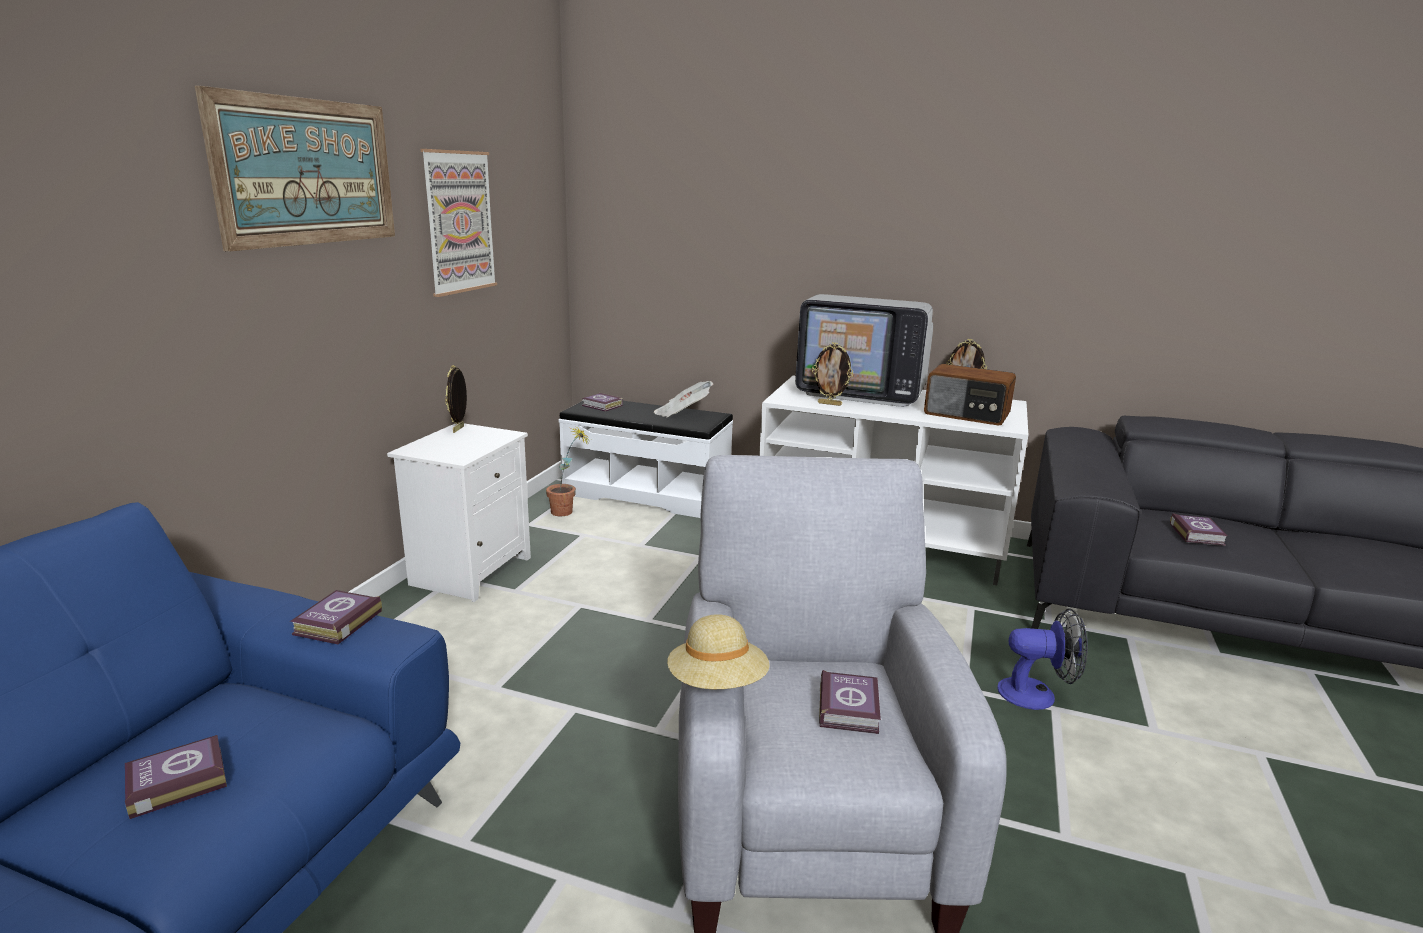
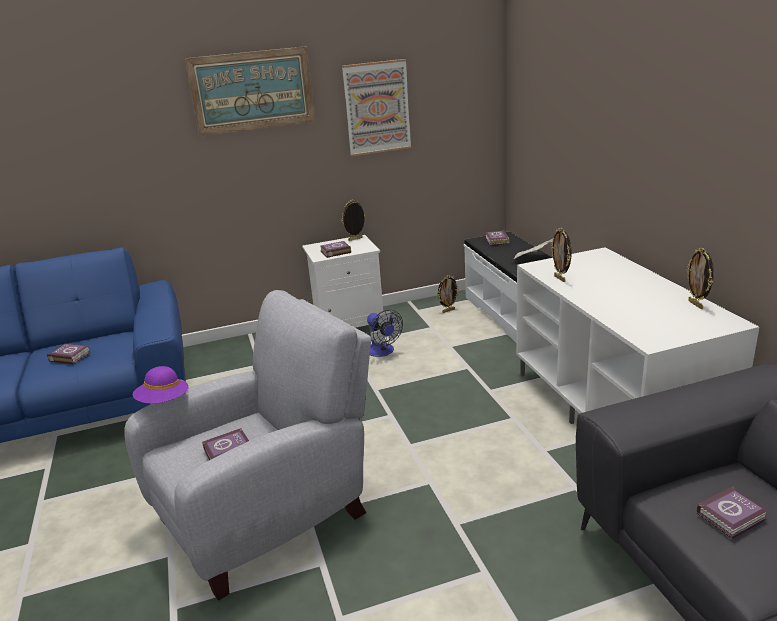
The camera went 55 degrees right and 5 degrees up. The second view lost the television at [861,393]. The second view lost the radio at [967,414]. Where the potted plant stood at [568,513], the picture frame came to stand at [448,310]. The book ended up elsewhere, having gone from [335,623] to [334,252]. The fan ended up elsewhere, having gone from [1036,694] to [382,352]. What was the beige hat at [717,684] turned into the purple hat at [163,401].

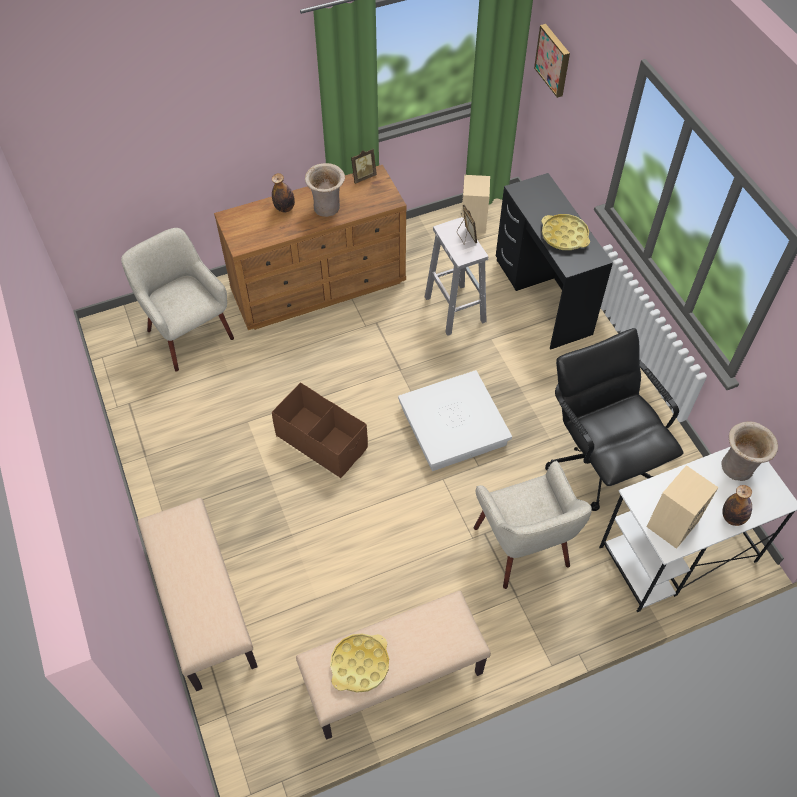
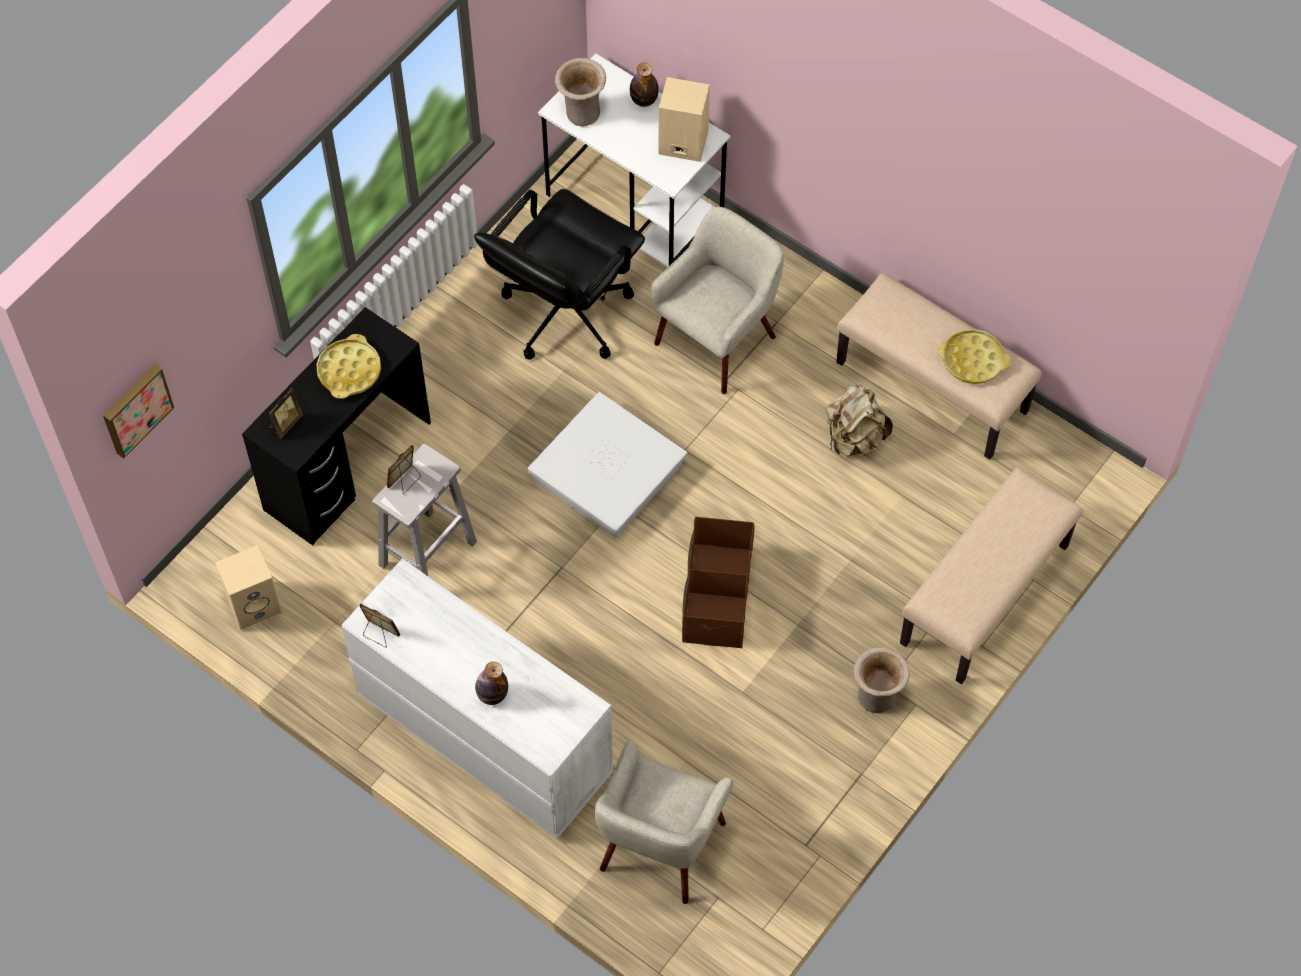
The camera went 120 degrees left and 5 degrees up. The beige vase ended up elsewhere, having gone from [327,208] to [876,695]. What was the brown dresser at [320,286] turned into the white dresser at [483,733]. The second view gained the beige backpack at [854,438]. The second view gained the picture frame at [285,423].

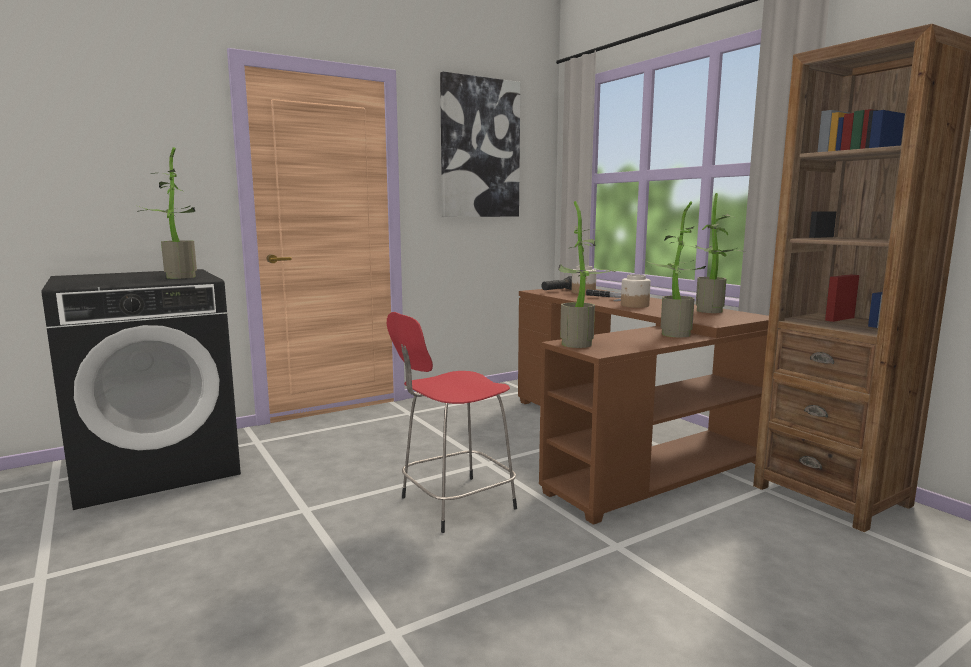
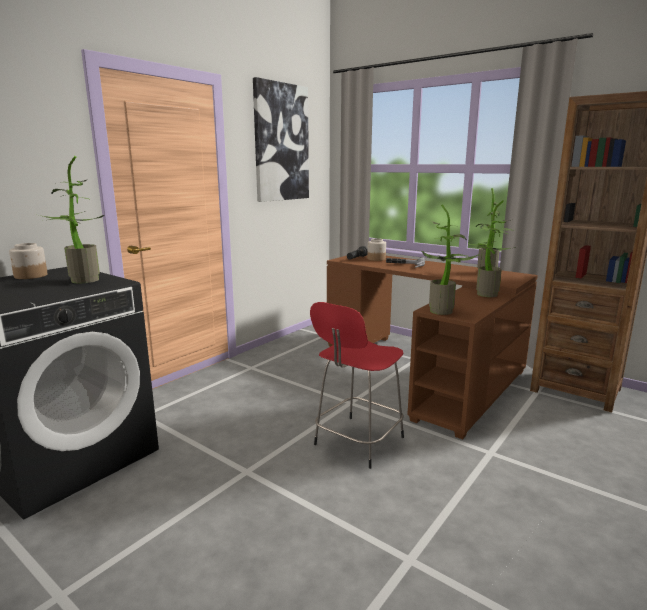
The camera went 20 degrees left and 5 degrees up. The jar ended up elsewhere, having gone from [634,305] to [30,276].

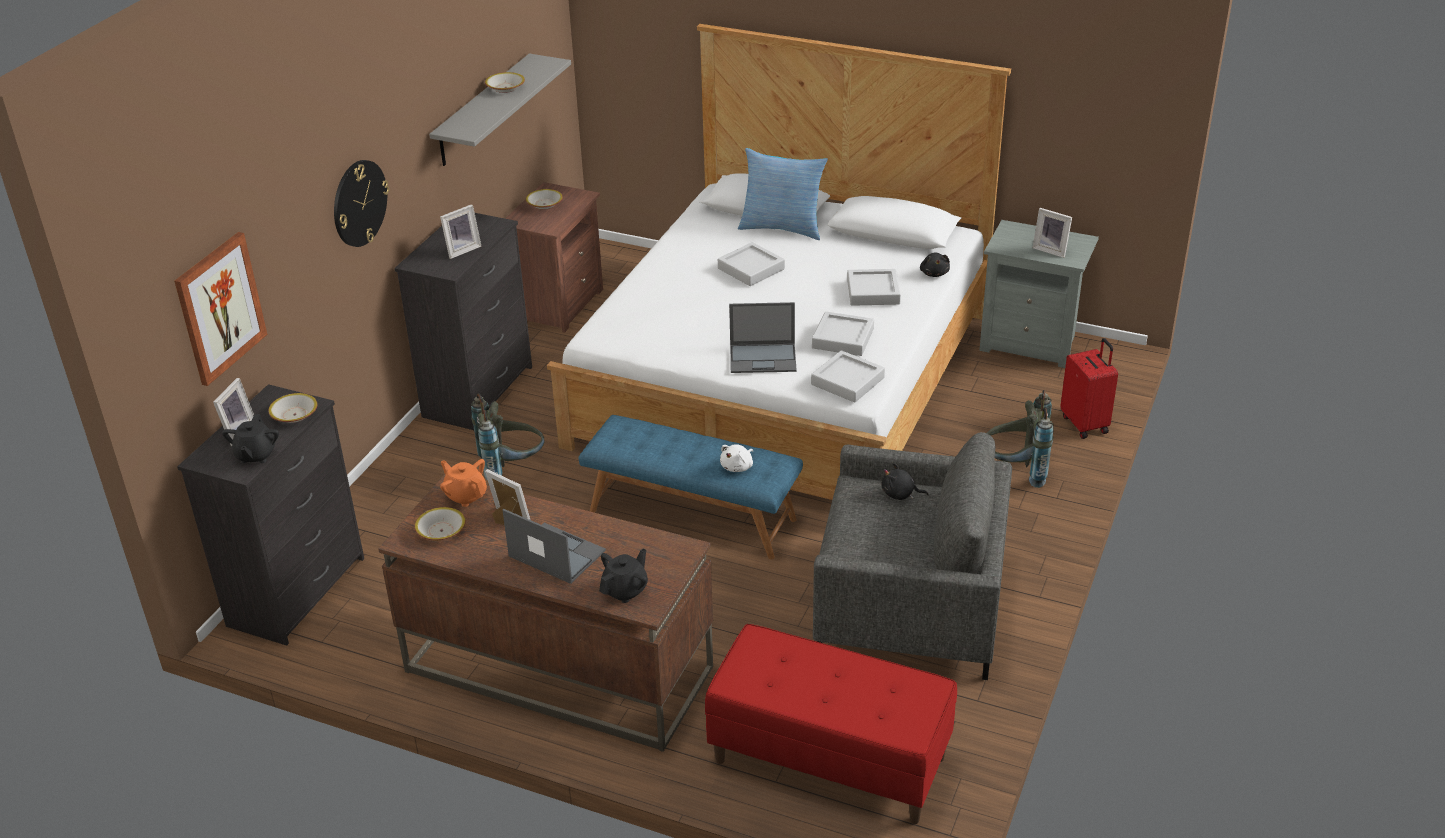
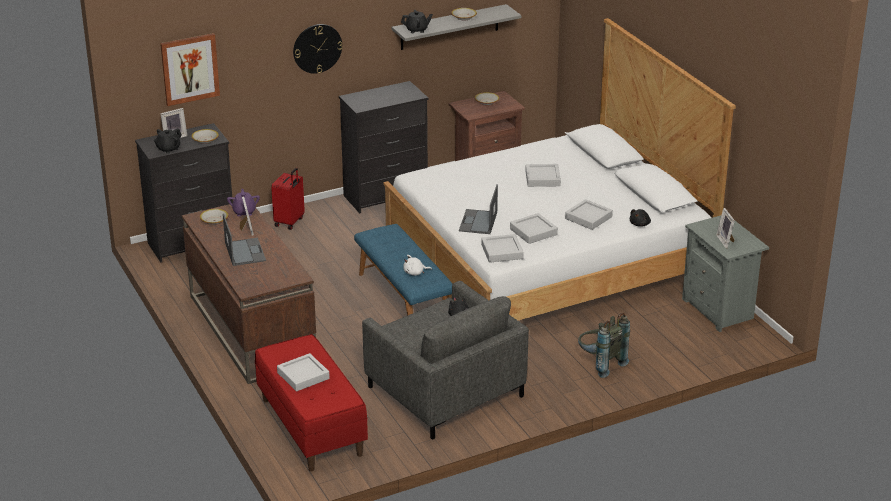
The camera went 40 degrees right and 5 degrees down. The second view lost the pillow at [782,227]. The second view lost the picture frame at [461,250]. The laptop at [763,358] ended up facing another way, 60 degrees clockwise from before. The red suitcase ended up elsewhere, having gone from [1085,424] to [290,222]. The second view lost the grey backpack at [512,471]. What was the orange teapot at [466,495] turned into the purple teapot at [244,212]. The black teapot ended up elsewhere, having gone from [625,590] to [417,30]. The second view gained the grey tray at [303,376].

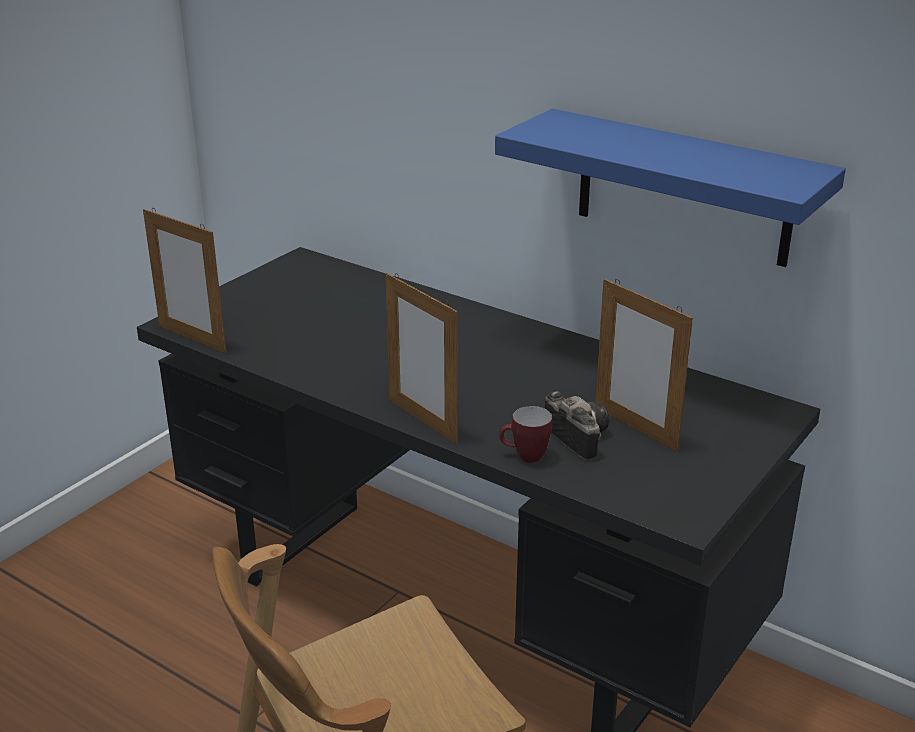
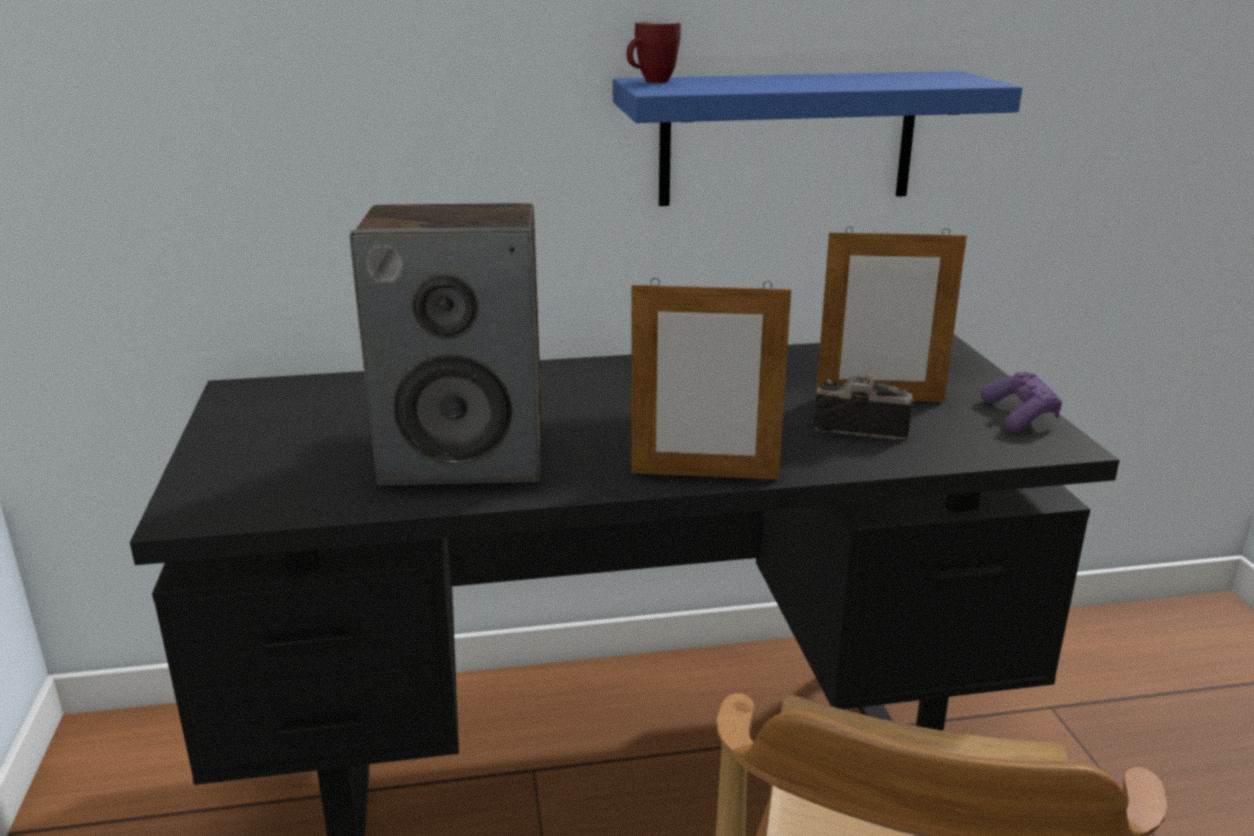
The camera went 45 degrees left and 5 degrees down. The second view lost the picture frame at [192,338]. The mug ended up elsewhere, having gone from [524,457] to [652,82]. The second view gained the speaker at [465,457]. The second view gained the purple game controller at [1019,416].

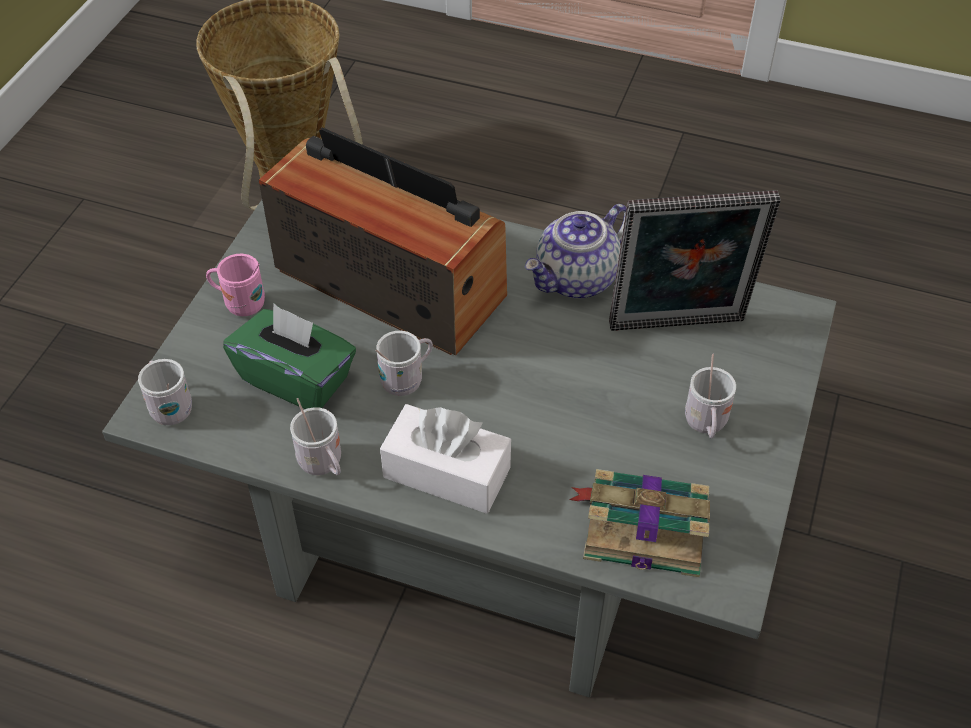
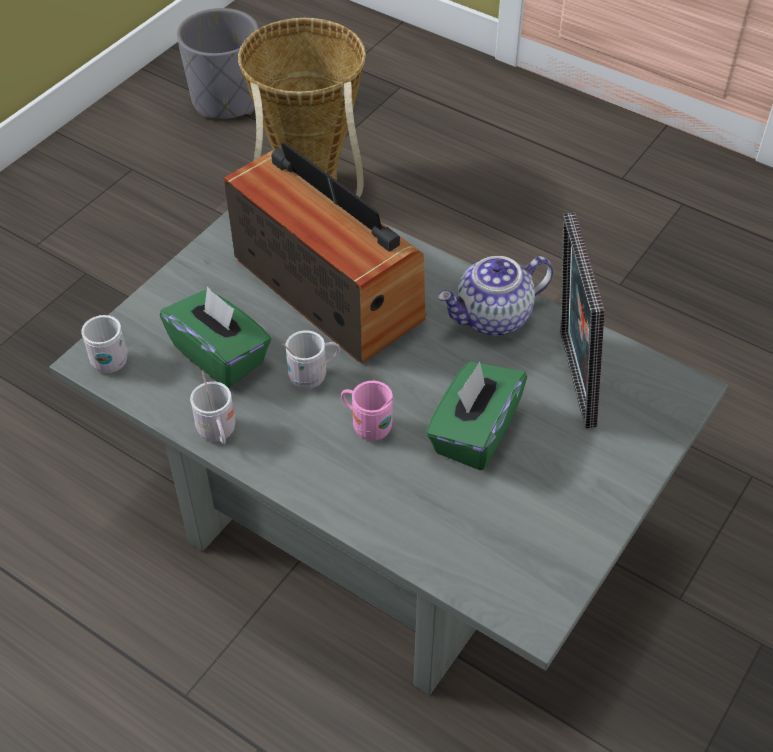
The camera went 15 degrees right and 0 degrees up. The picture frame at [678,328] ended up facing another way, 75 degrees clockwise from before. The pink mug ended up elsewhere, having gone from [239,303] to [367,425]. The second view lost the white mug at [705,426]. The second view lost the white tissue box at [446,472]. The second view lost the book at [641,526]. The second view gained the grey planter at [226,100]. The second view gained the green tissue box at [473,433].

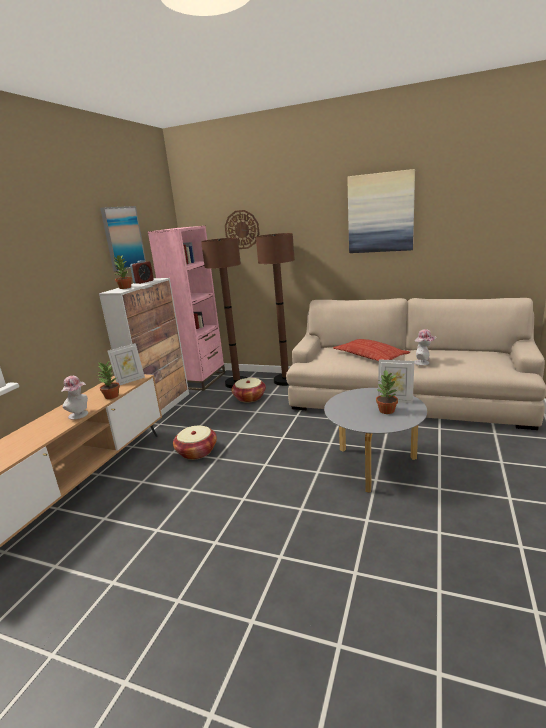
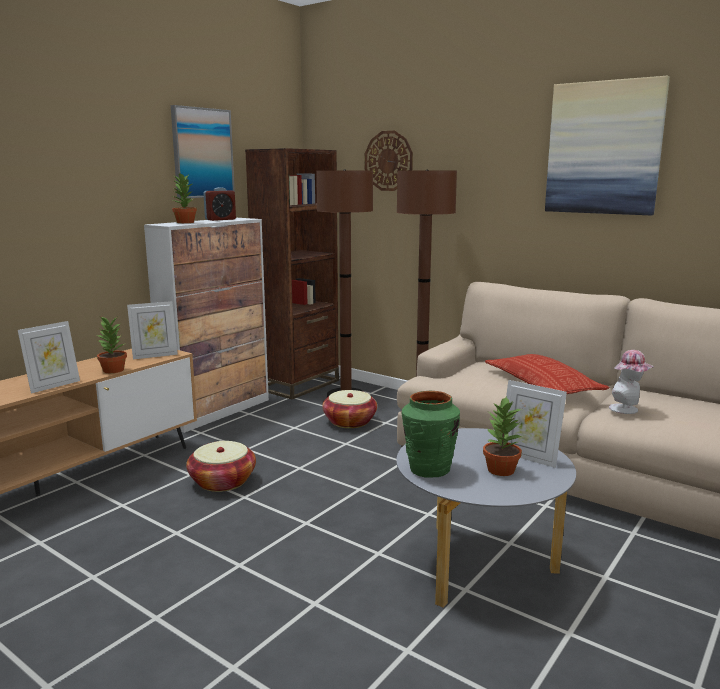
The camera went 15 degrees right and 5 degrees down. What was the pink bookcase at [201,380] turned into the brown bookcase at [298,385]. Where the hat stood at [80,415], the picture frame came to stand at [53,386]. The second view gained the green vase at [429,469].

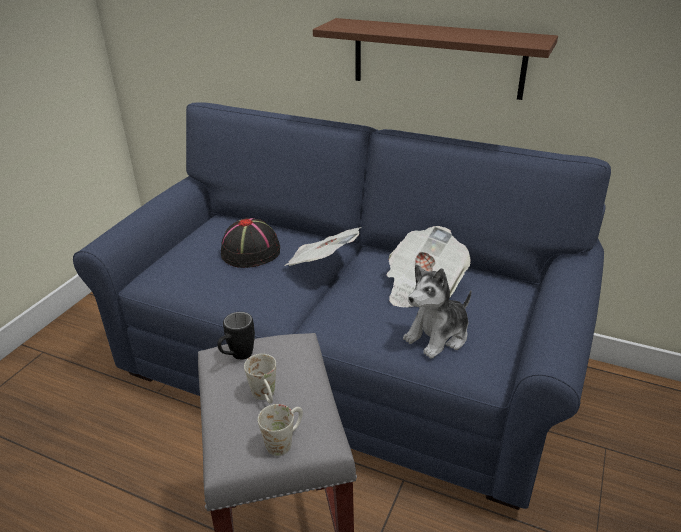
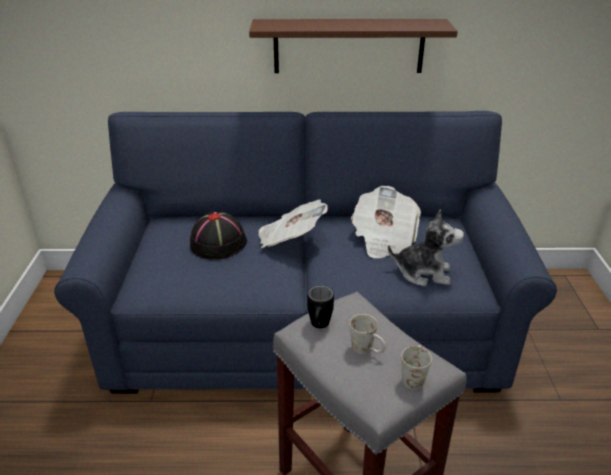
The camera went 25 degrees left and 0 degrees up. The plush toy at [438,336] ended up facing another way, 105 degrees counterclockwise from before.

